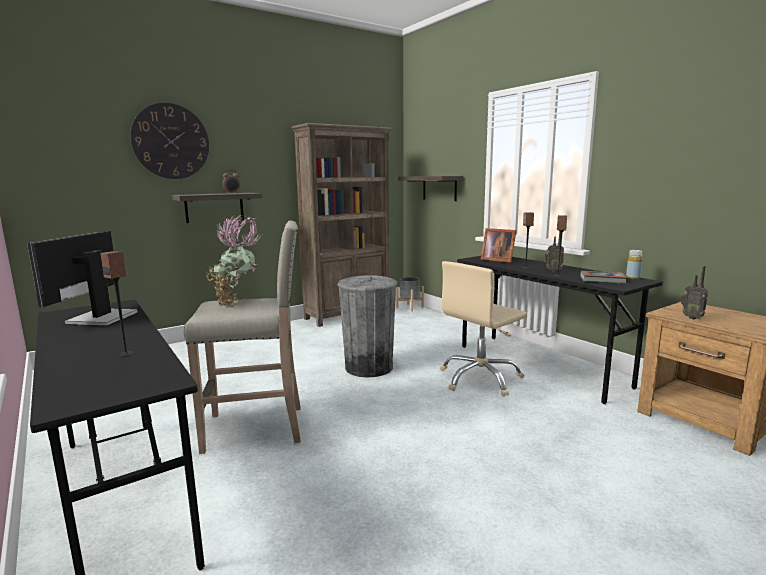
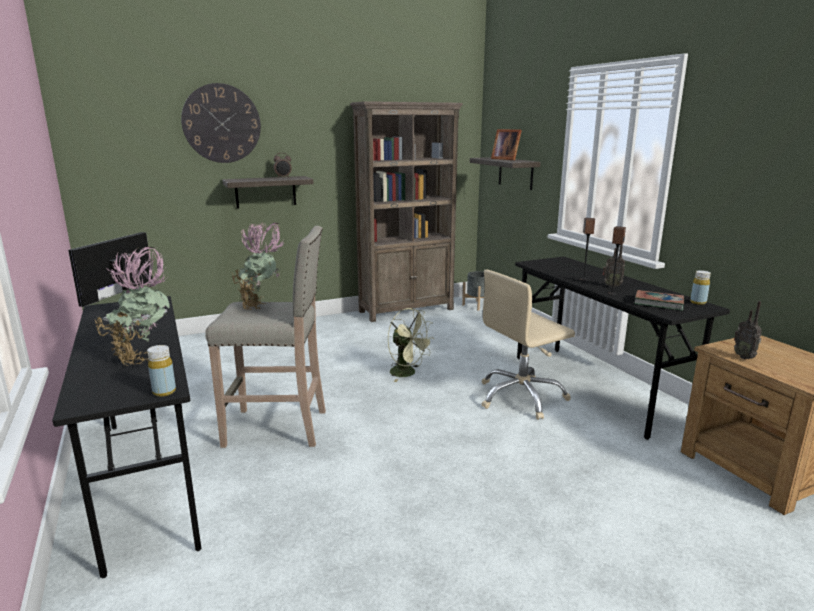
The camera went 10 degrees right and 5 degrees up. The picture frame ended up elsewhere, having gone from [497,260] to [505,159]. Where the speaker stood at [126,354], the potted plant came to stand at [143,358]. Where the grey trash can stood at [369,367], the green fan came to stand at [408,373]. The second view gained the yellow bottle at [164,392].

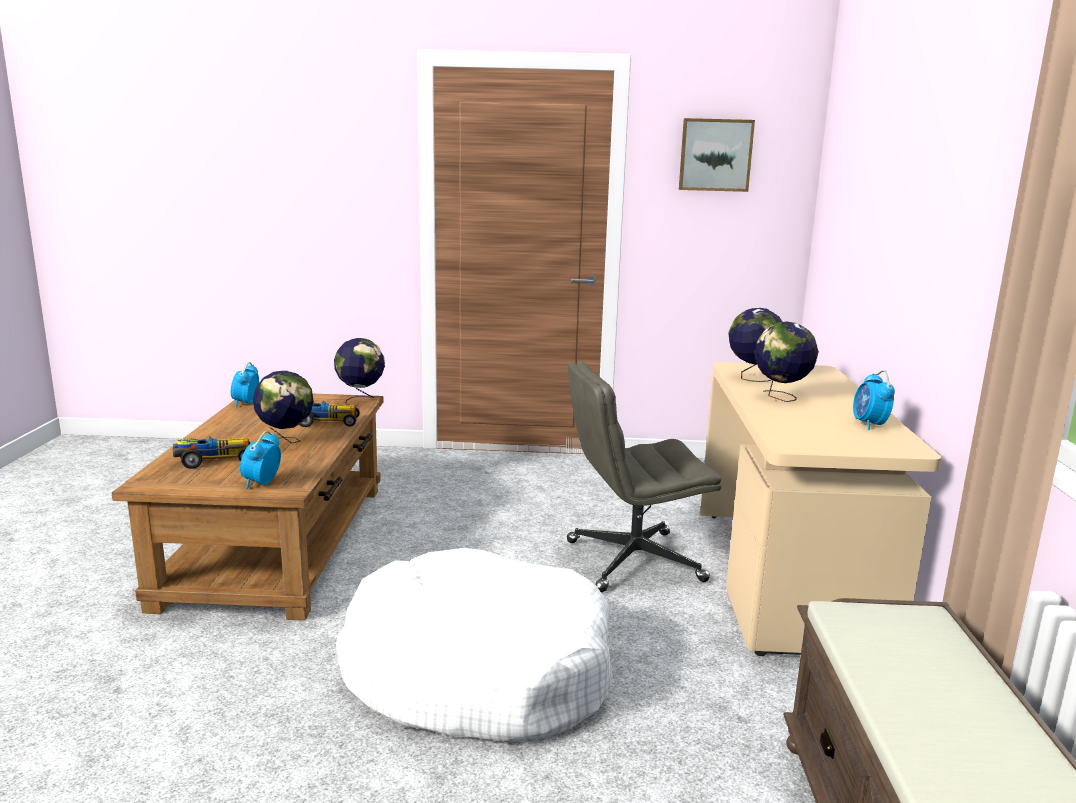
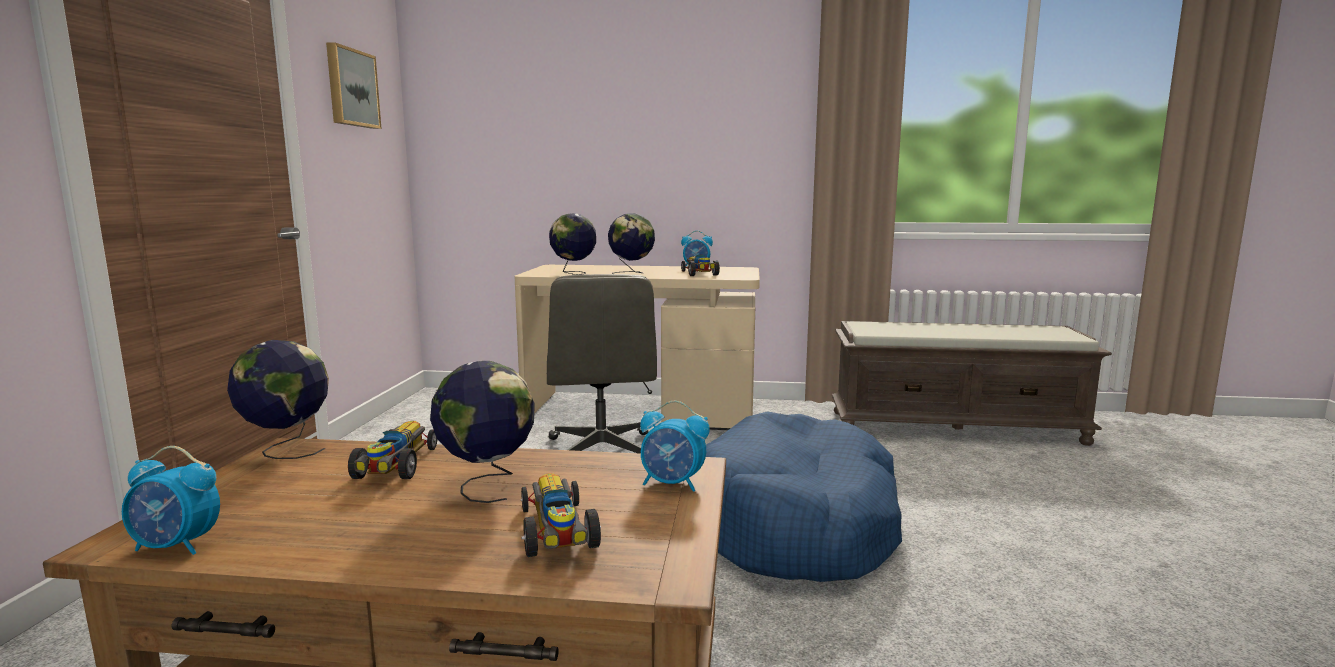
The camera went 85 degrees left and 5 degrees down. What was the white dog bed at [477,672] turned into the blue dog bed at [796,524]. The second view gained the toy car at [699,274].

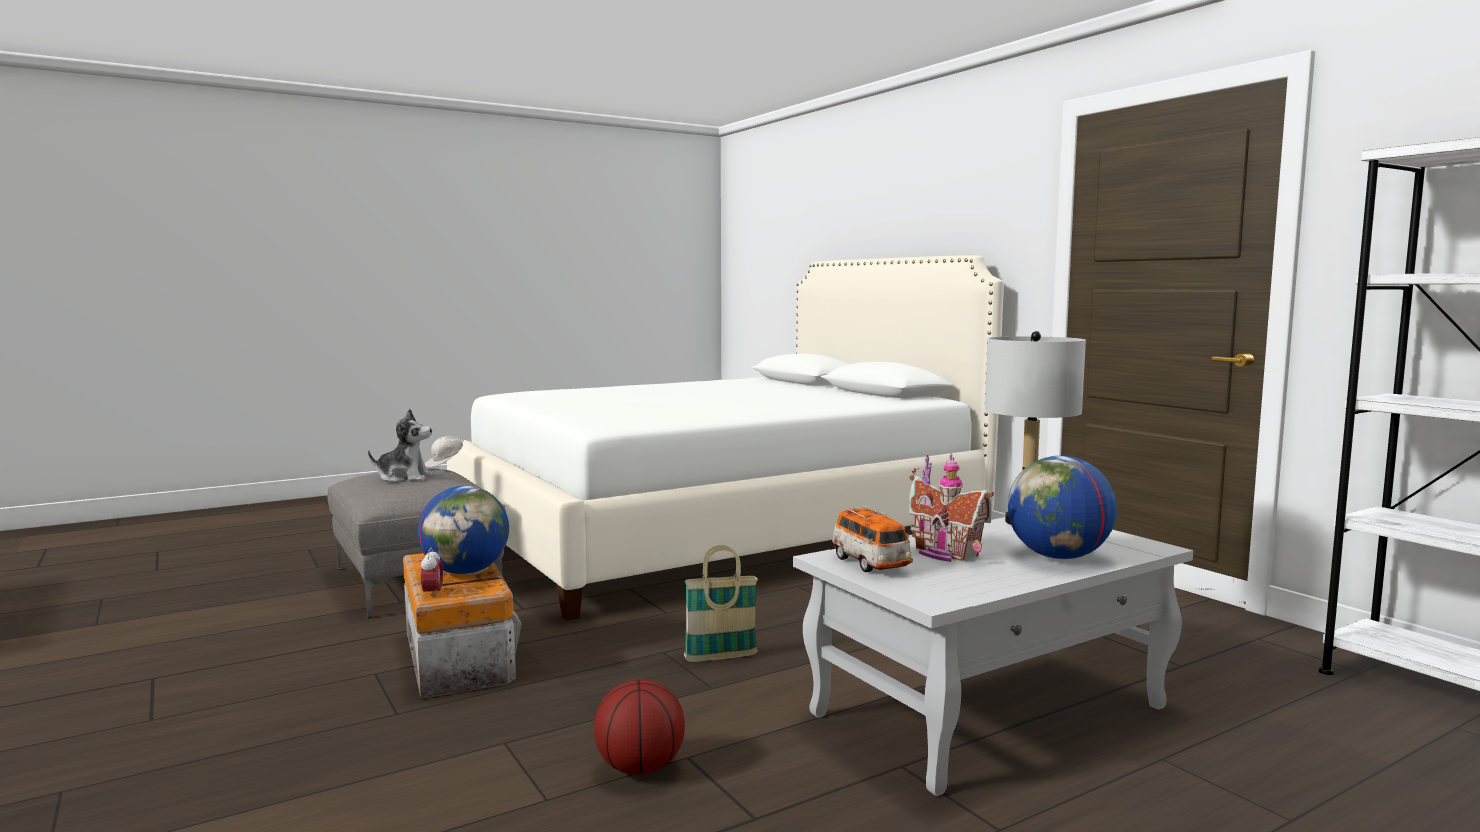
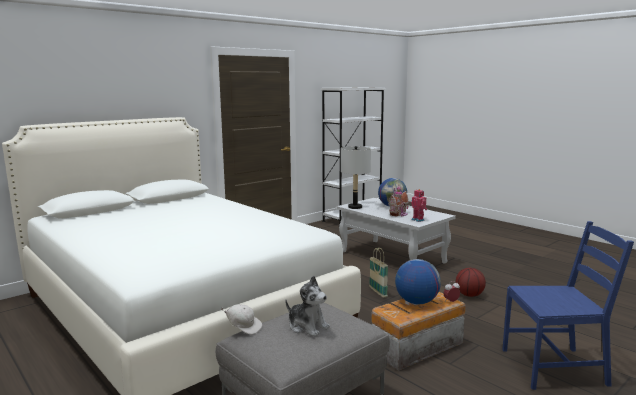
The camera went 100 degrees left and 5 degrees up. The plush toy at [404,478] ended up facing another way, 135 degrees clockwise from before. Where the toy car stood at [870,564], the toy robot came to stand at [418,220]. The second view gained the blue chair at [554,367].

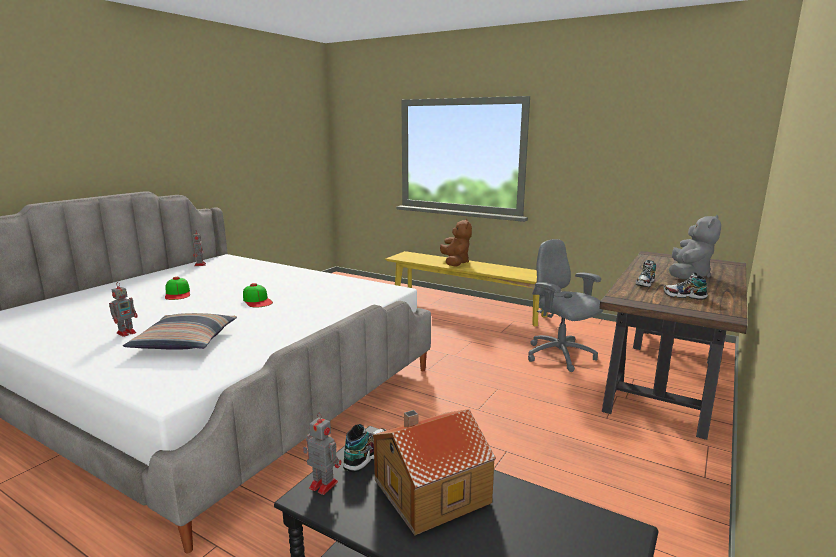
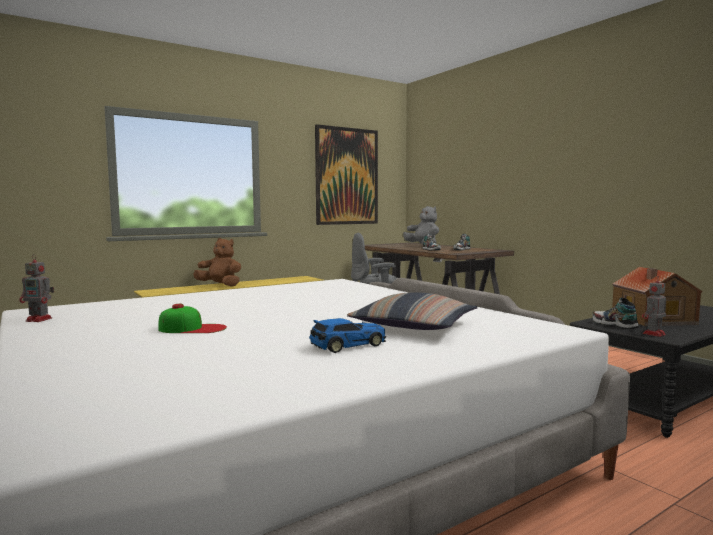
The camera went 65 degrees left and 10 degrees down. Where the toy robot stood at [127,332], the toy car came to stand at [346,345]. The second view lost the cap at [257,300]. The second view gained the picture at [347,176].

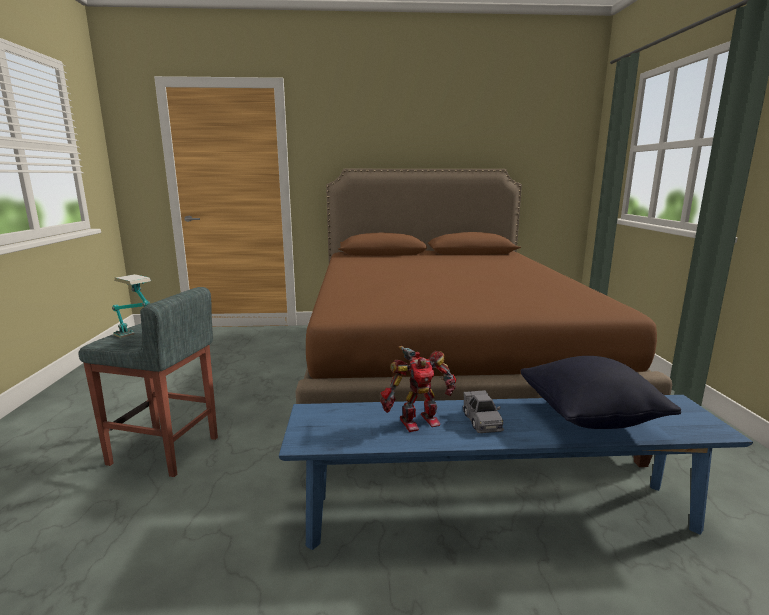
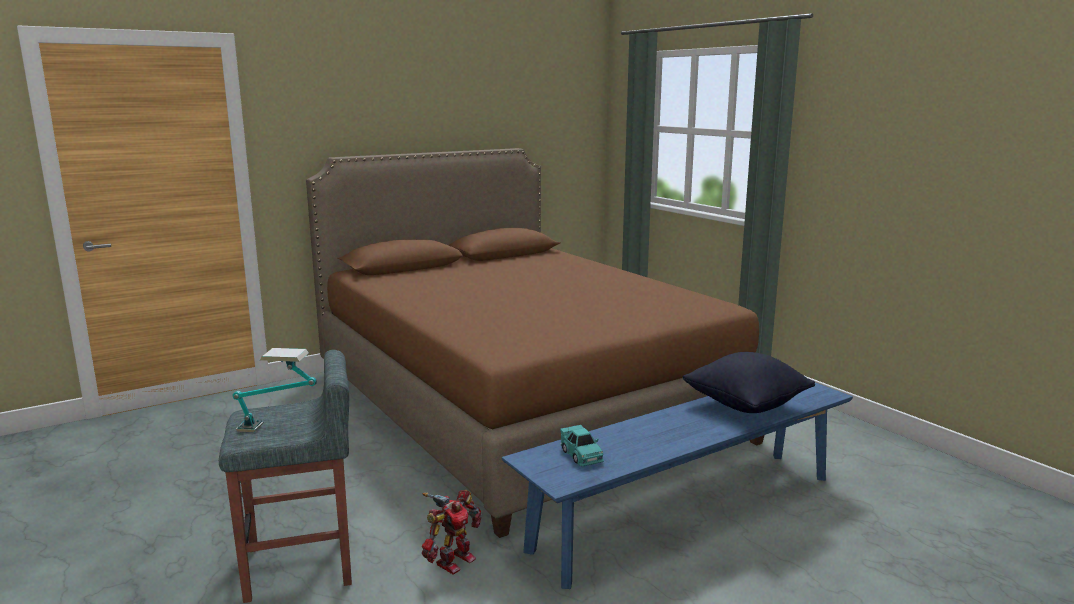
The camera went 30 degrees left and 0 degrees up. The toy robot ended up elsewhere, having gone from [418,421] to [453,560]. The second view lost the grey toy car at [482,421]. The second view gained the turquoise toy car at [581,455].

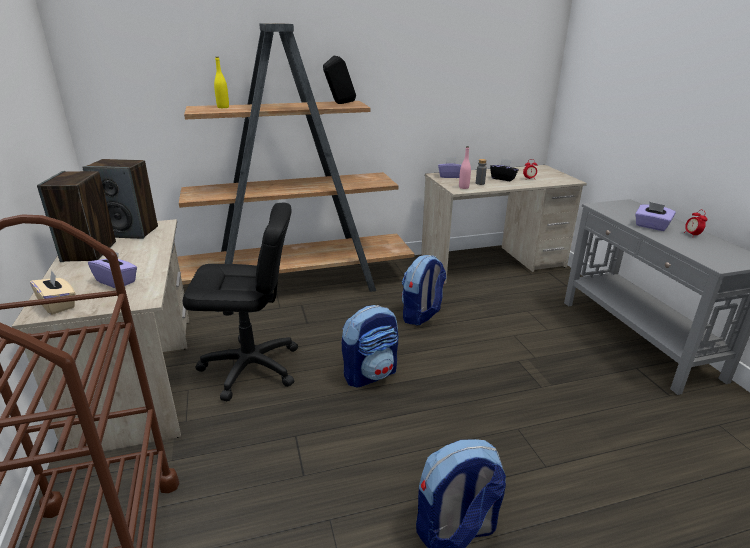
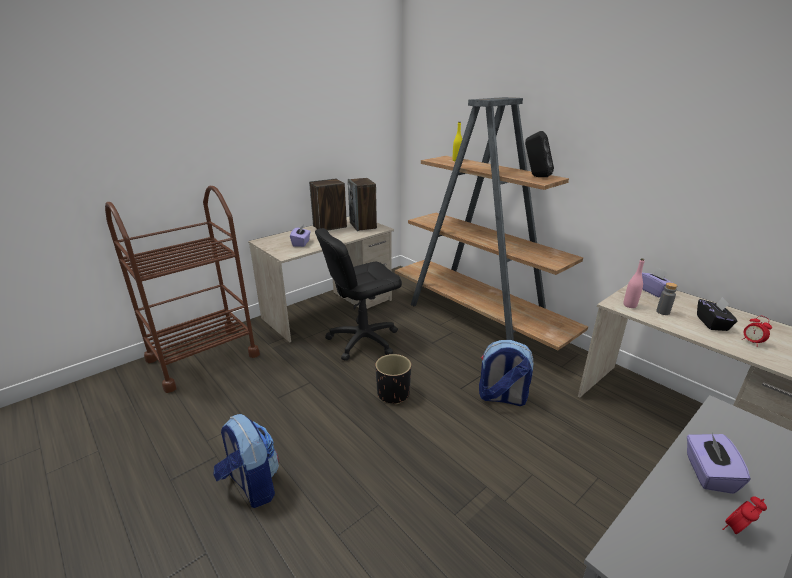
The camera went 65 degrees right and 0 degrees up. The black office chair at [251,368] ended up facing another way, 90 degrees clockwise from before. The second view lost the beige tissue box at [58,305]. Where the backpack stood at [371,374], the black planter came to stand at [393,394].

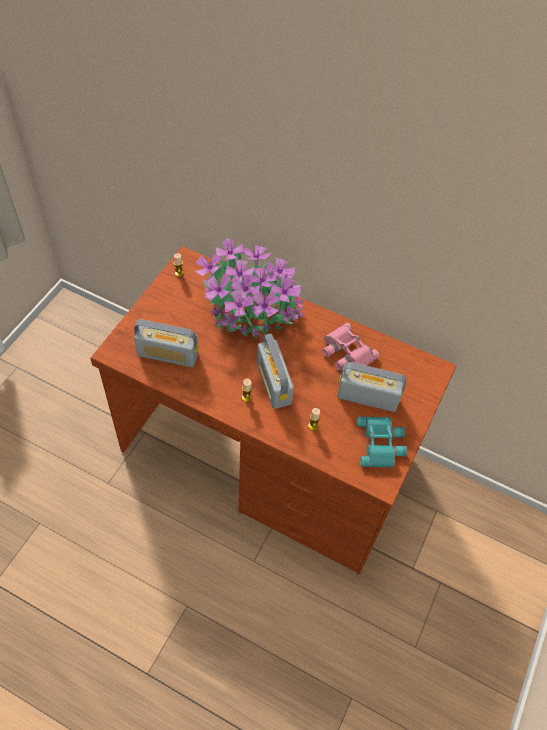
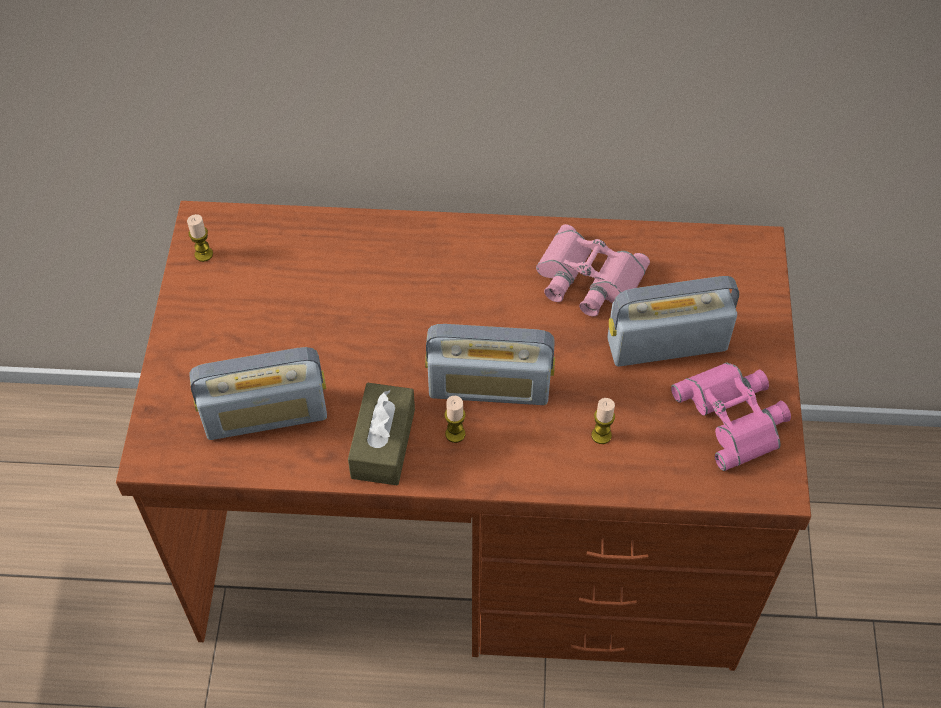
The camera went 20 degrees left and 0 degrees up. The second view lost the potted plant at [250,311]. The radio at [273,383] ended up facing another way, 45 degrees counterclockwise from before. What was the turquoise binoculars at [381,444] turned into the pink binoculars at [735,417]. The second view gained the brown tissue box at [383,443].

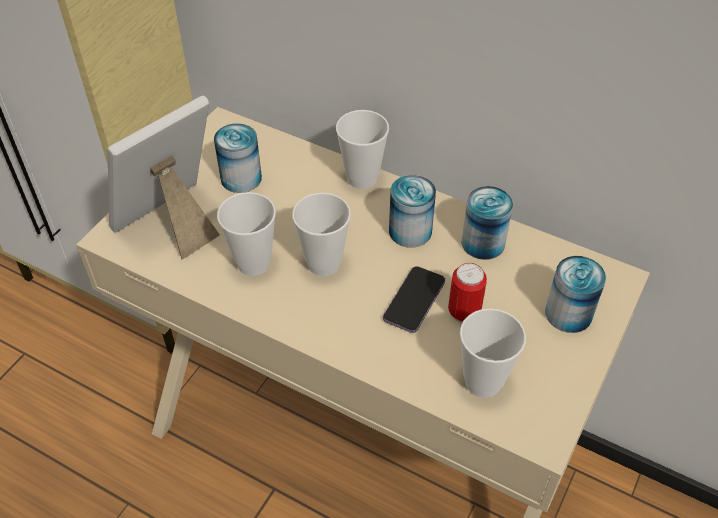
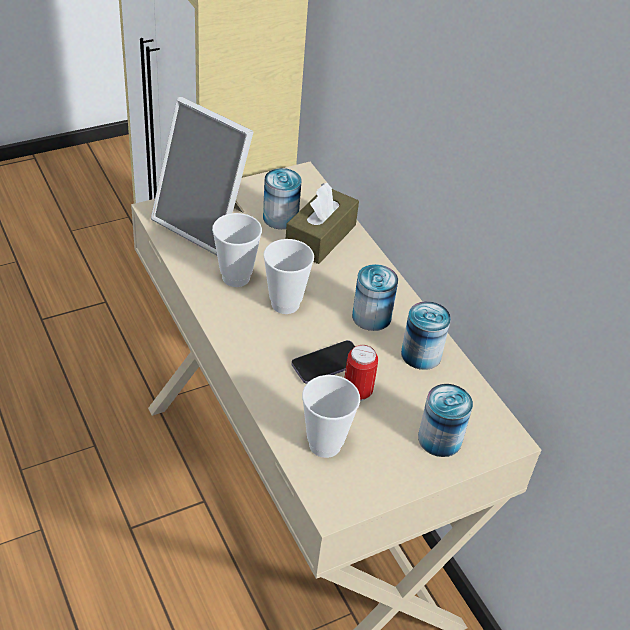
The camera went 30 degrees right and 5 degrees down. The picture frame at [173,224] ended up facing another way, 135 degrees counterclockwise from before. The second view lost the cup at [362,178]. The second view gained the brown tissue box at [320,237].

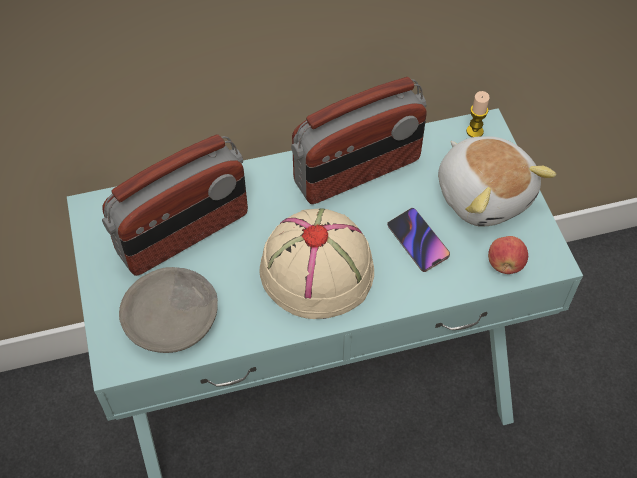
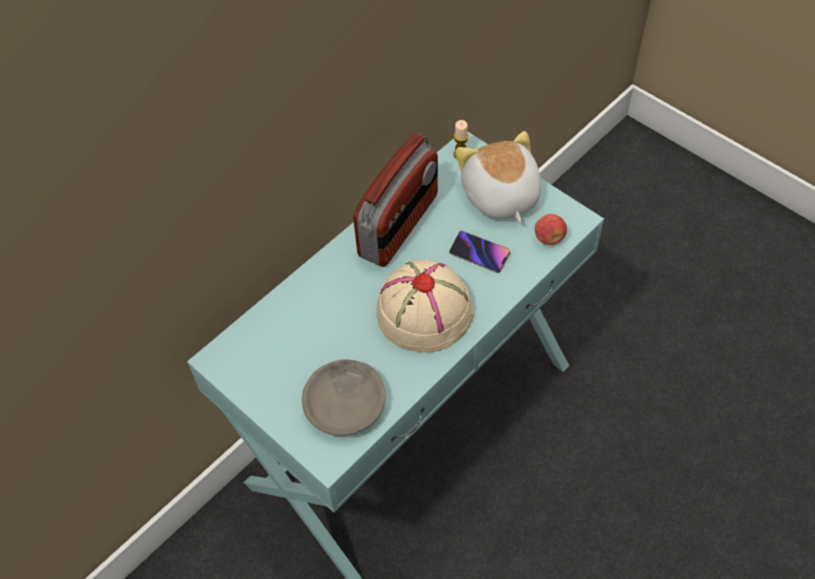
The camera went 30 degrees left and 0 degrees up. The second view lost the radio at [184,234]. The plush toy at [484,194] ended up facing another way, 135 degrees counterclockwise from before.

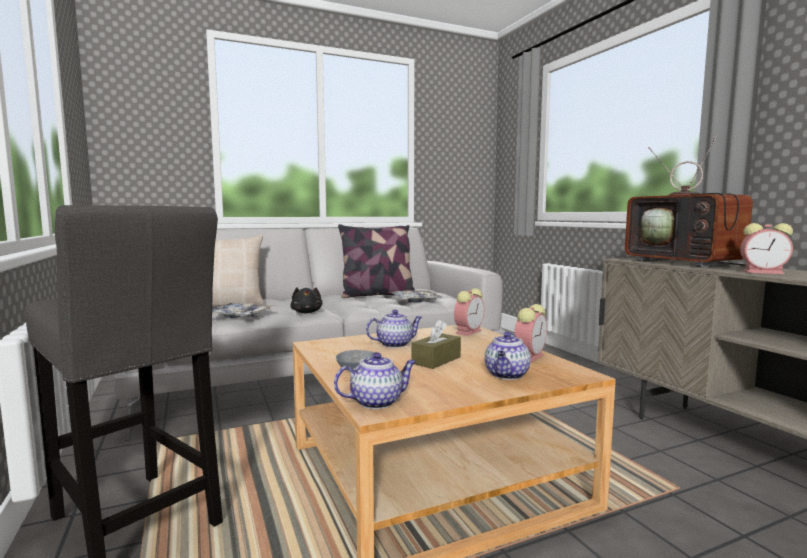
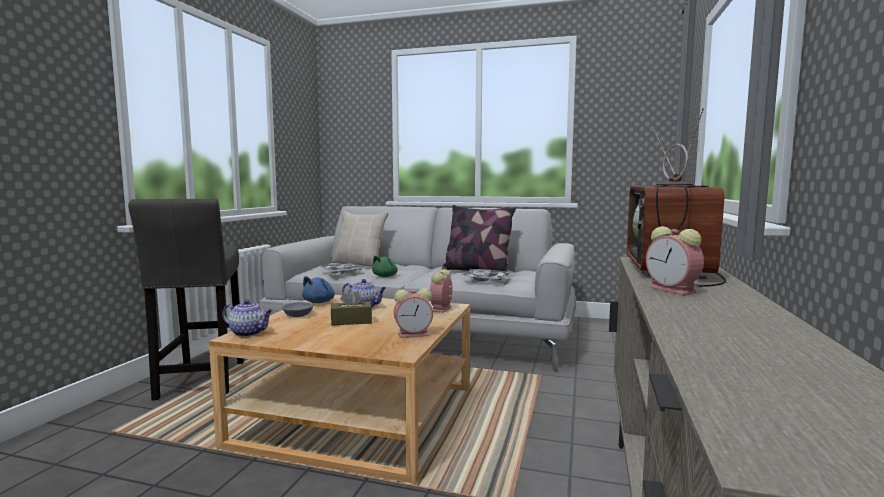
The camera went 40 degrees right and 0 degrees up. What was the black plush toy at [307,312] turned into the green plush toy at [385,276]. The alarm clock at [469,331] ended up facing another way, 120 degrees clockwise from before. The second view lost the teapot at [507,375]. The second view gained the blue plush toy at [320,302].

